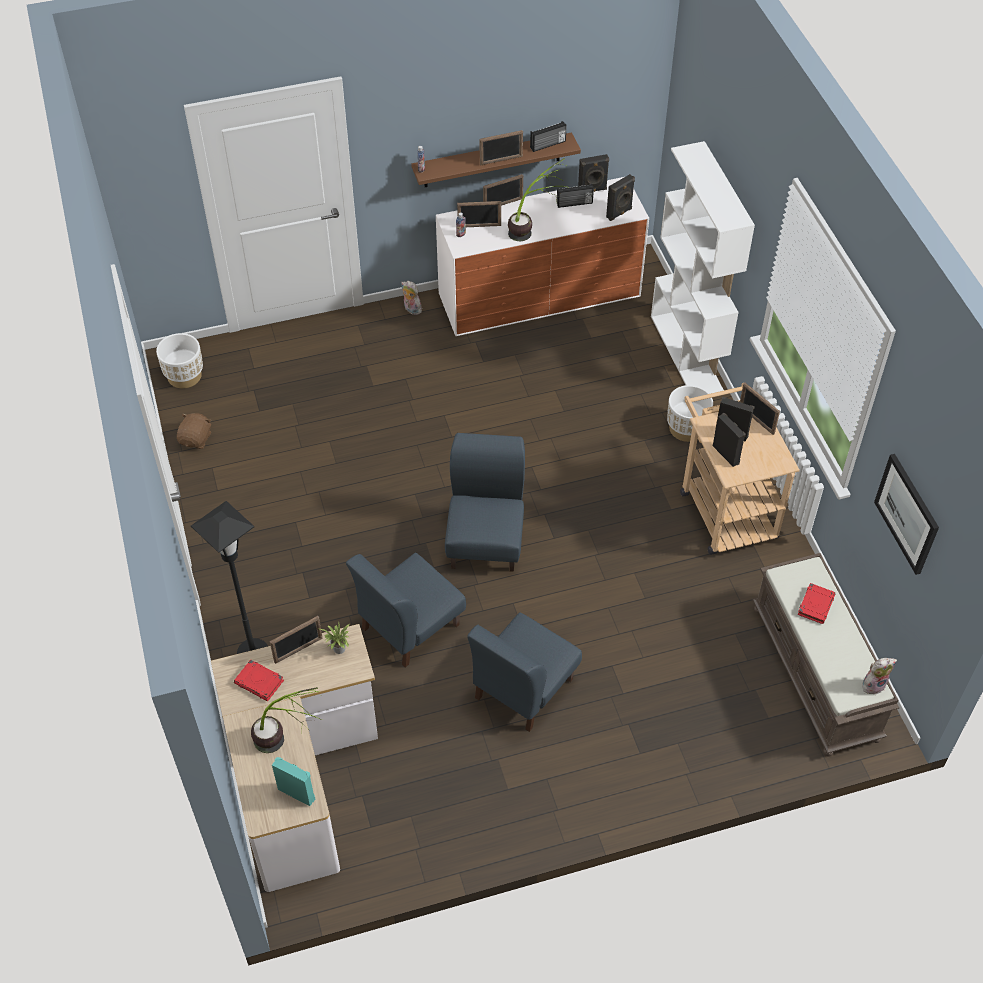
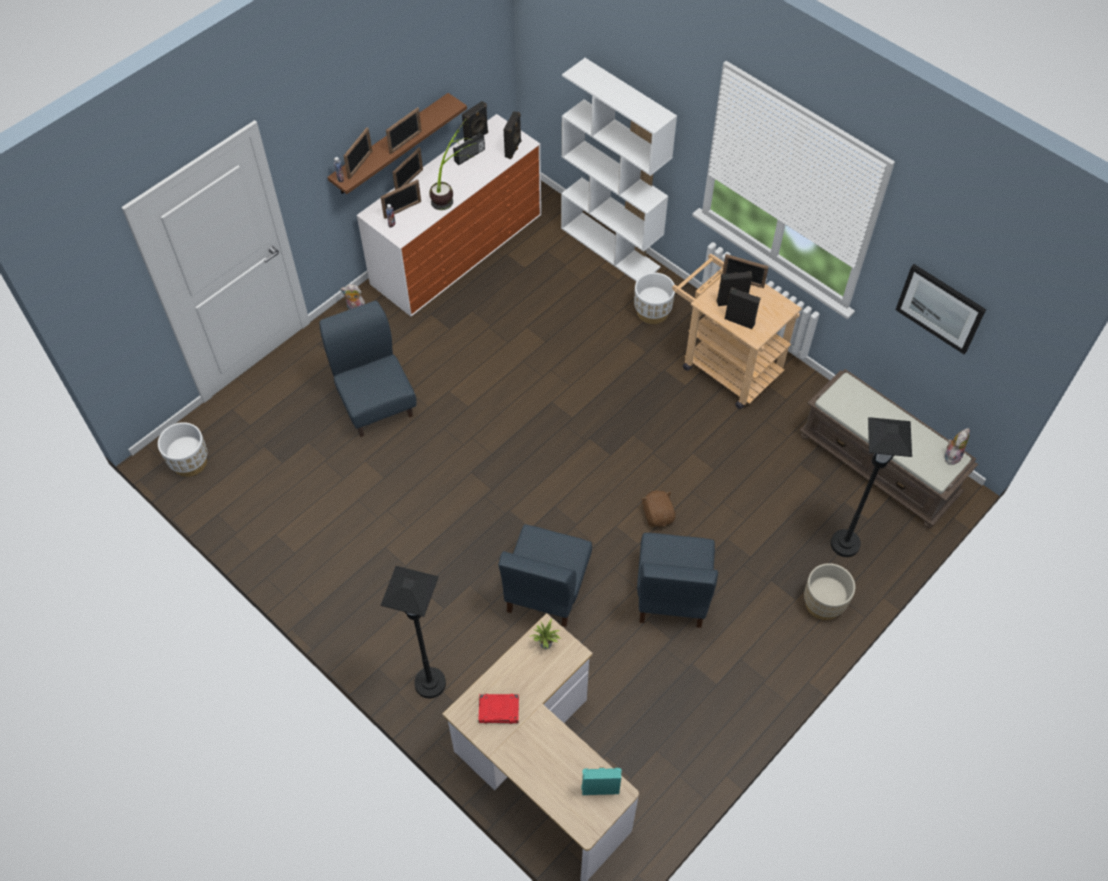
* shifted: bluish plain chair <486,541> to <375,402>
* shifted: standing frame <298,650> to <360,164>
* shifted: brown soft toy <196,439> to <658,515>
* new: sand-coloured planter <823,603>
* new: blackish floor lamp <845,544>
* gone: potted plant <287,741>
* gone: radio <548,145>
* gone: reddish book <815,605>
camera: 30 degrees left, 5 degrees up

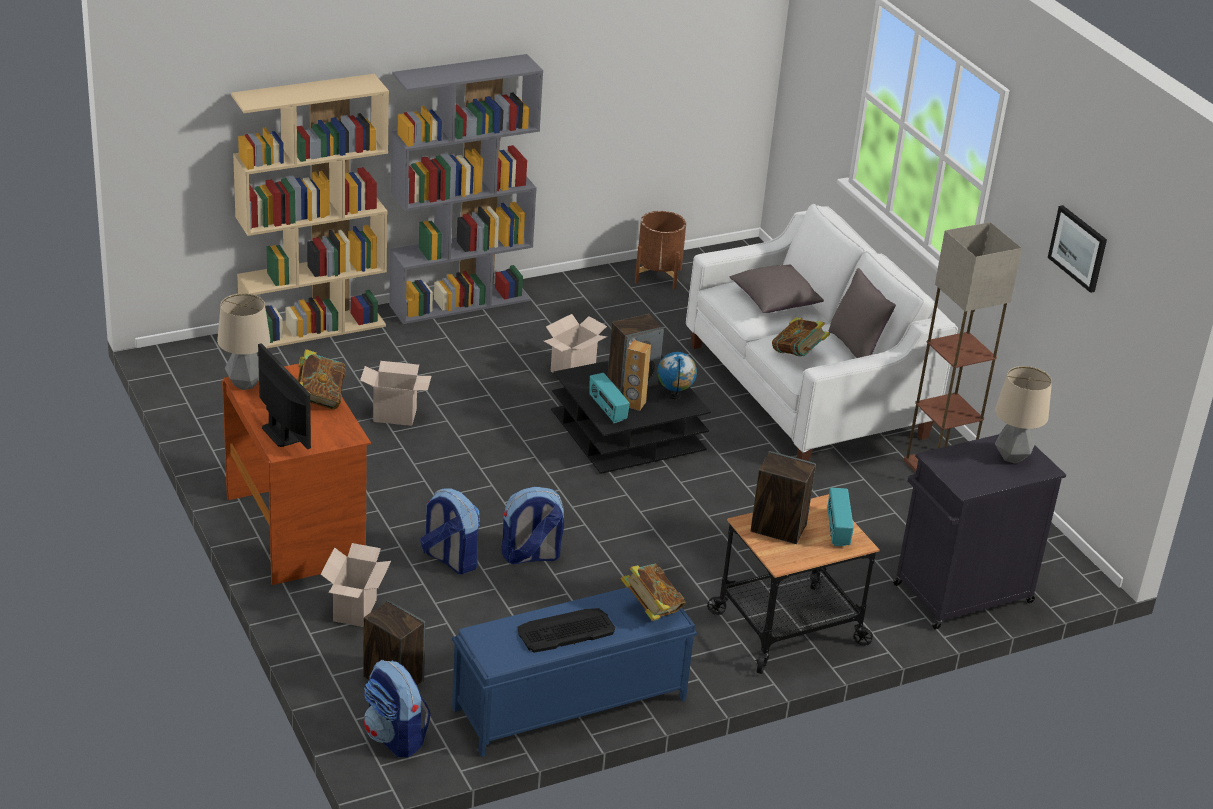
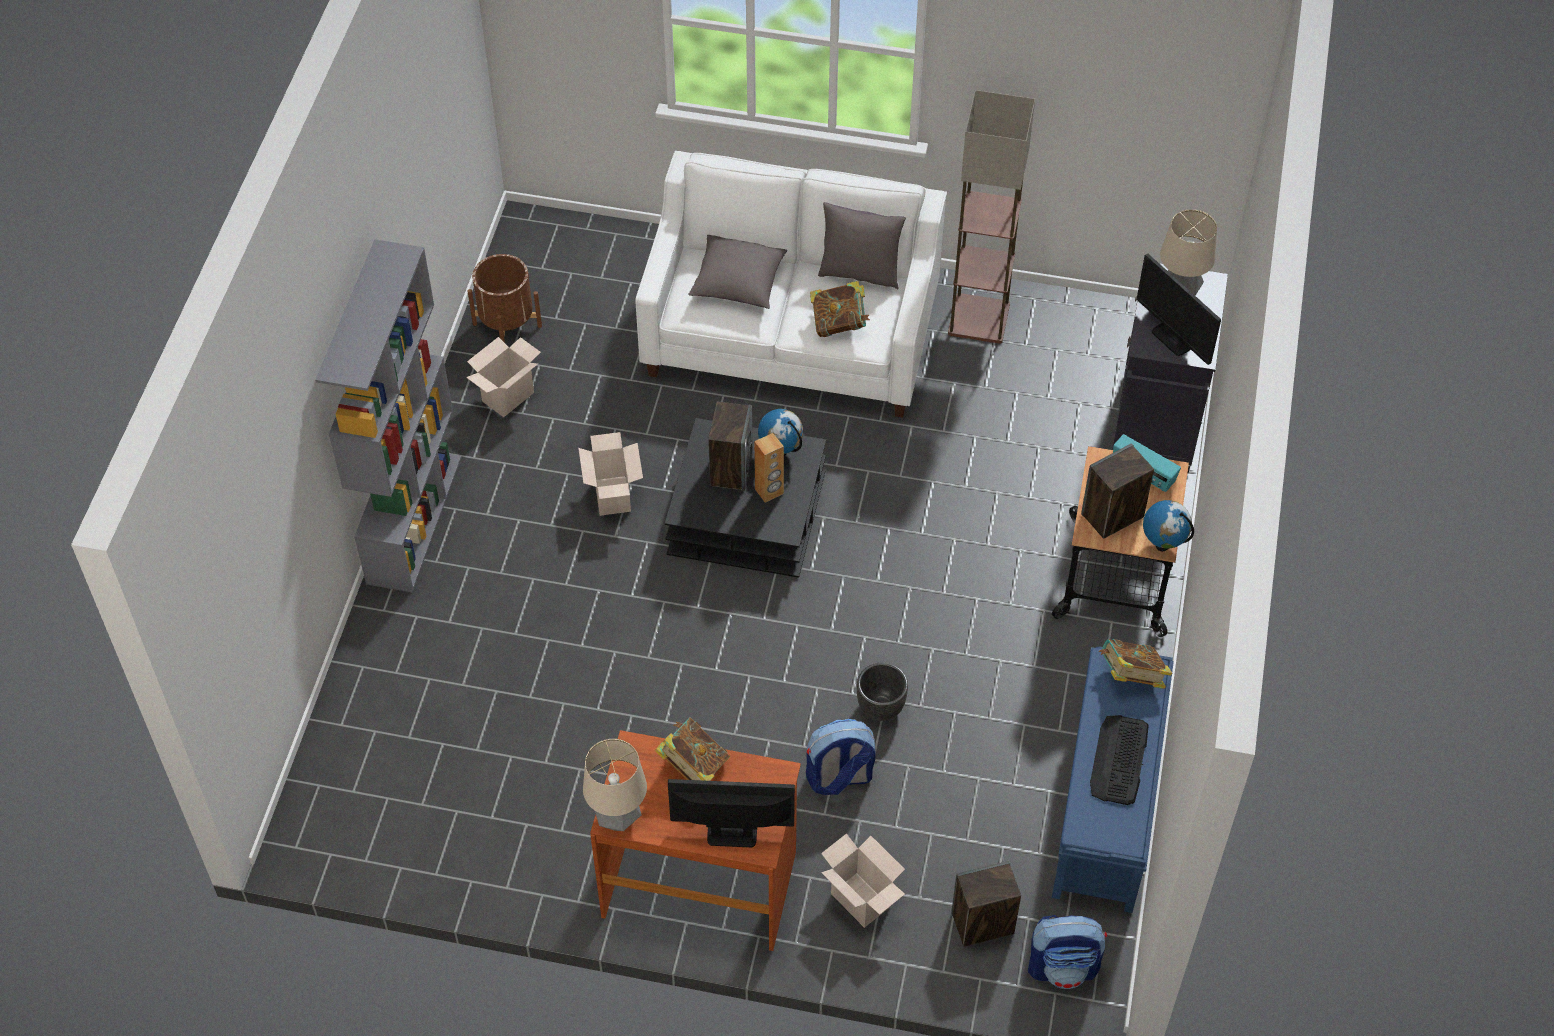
* shifted: cardboard box <396,415> to <508,395>
* swapped: knapsack <530,556> to blackish planter <881,709>
* new: computer display <1174,337>
* new: world globe <1162,545>
* gone: sand-coloured shelving unit <313,328>
* gone: radio <607,410>
* gone: picture <1078,248>
camera: 50 degrees left, 20 degrees up

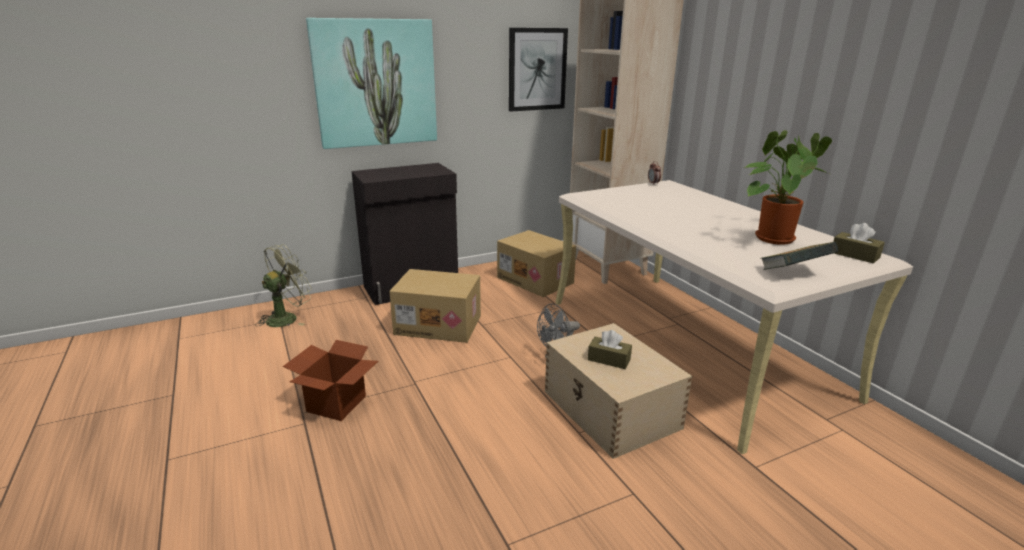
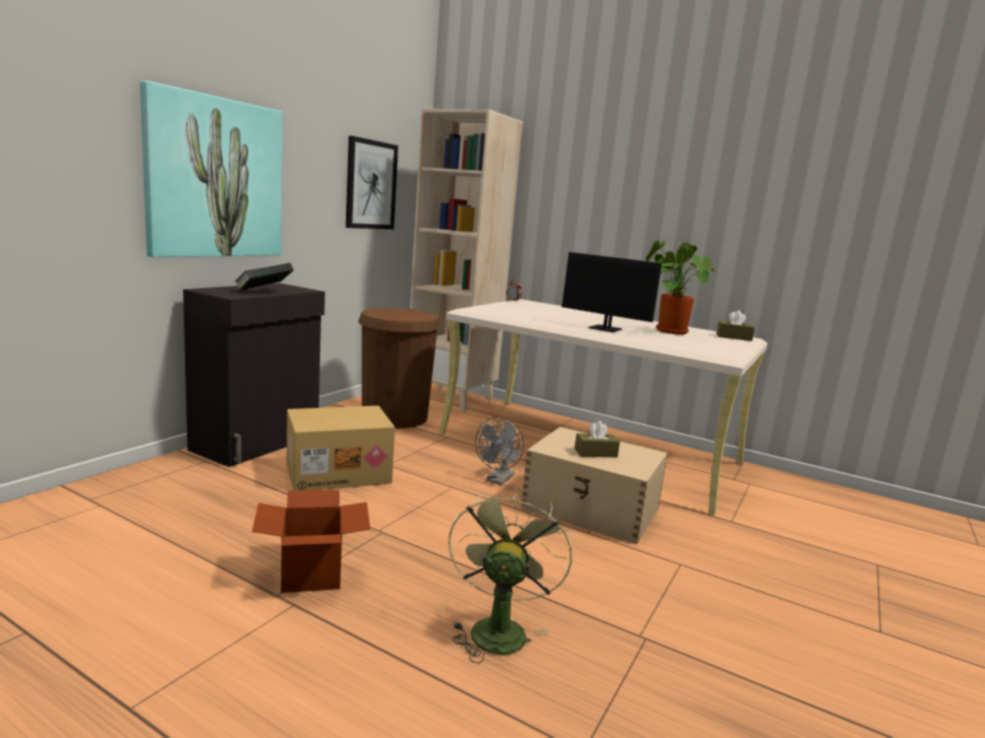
* shifted: book <793,273> to <264,292>
* swapped: cardboard box <536,280> to brown waste bin <394,417>
* shifted: green cooling fan <287,318> to <497,628>
* new: computer display <609,329>
camera: 35 degrees left, 10 degrees down

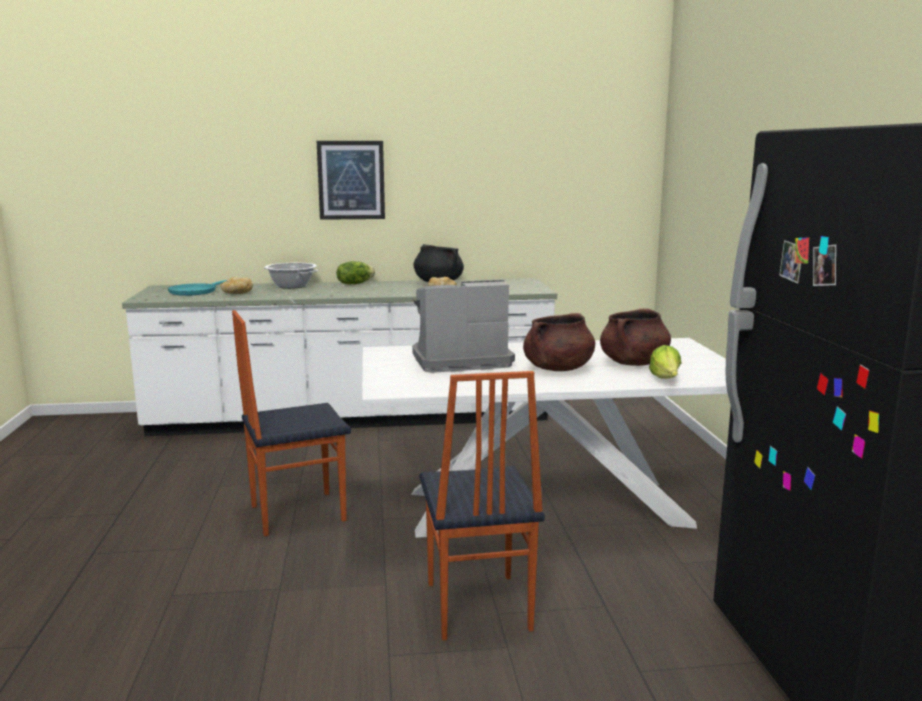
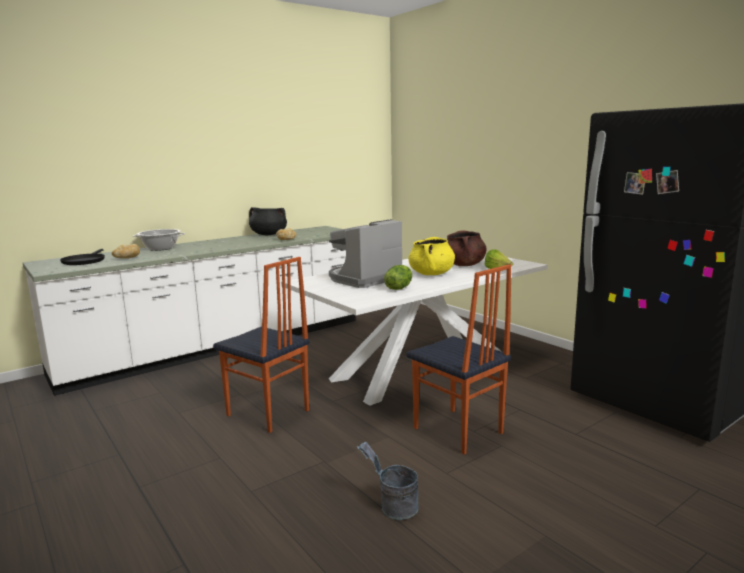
* repainted: turquoise frying pan <195,292> to blackish frying pan <84,261>
* rotated: plain chair <296,513> = <267,413> 90 degrees counterclockwise
* new: gray water bucket <393,507>
* shifted: lettuce <354,284> to <398,288>
* repainted: brown cooking pot <558,369> to yellowish cooking pot <431,274>
* gone: picture <351,180>
camera: 30 degrees left, 0 degrees up

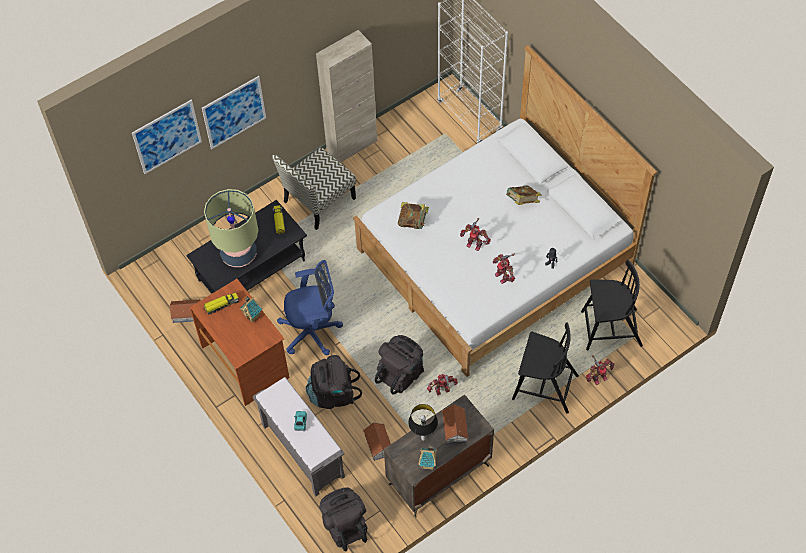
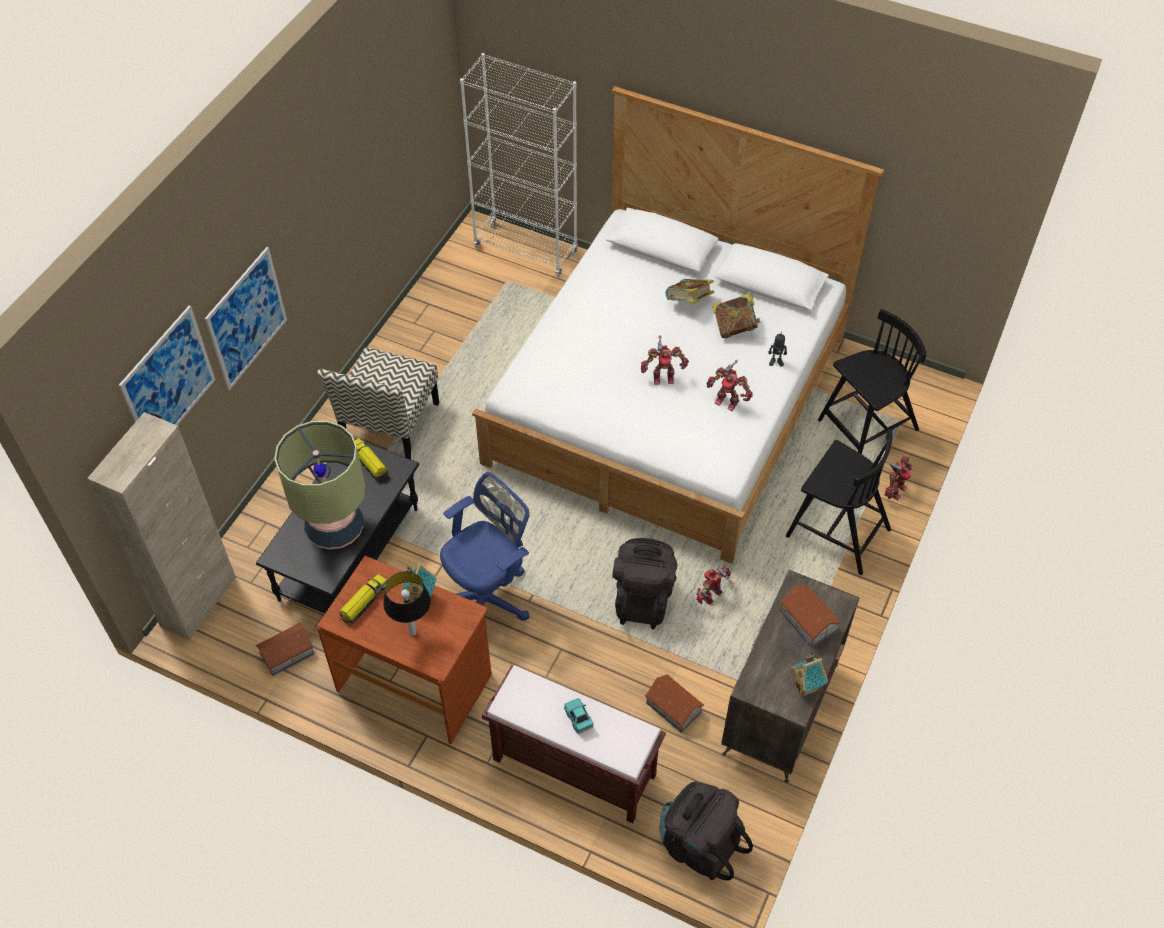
* shifted: sand-coloured cabinet <352,146> to <198,601>
* shifted: table lamp <423,438> to <412,633>
* repainted: gray long seat <302,450> to brown long seat <572,767>
* shifted: book <413,222> to <734,327>
* rotated: blackish plain chair <543,386> = <836,531> 45 degrees clockwise
* gone: blackish knapsack <333,394>
camera: 30 degrees left, 5 degrees down

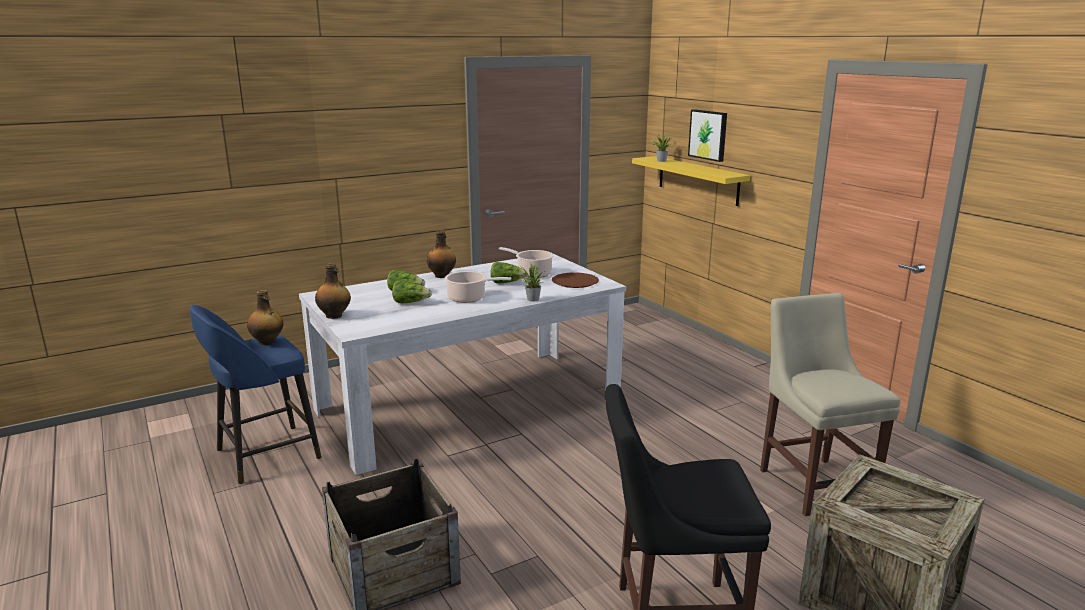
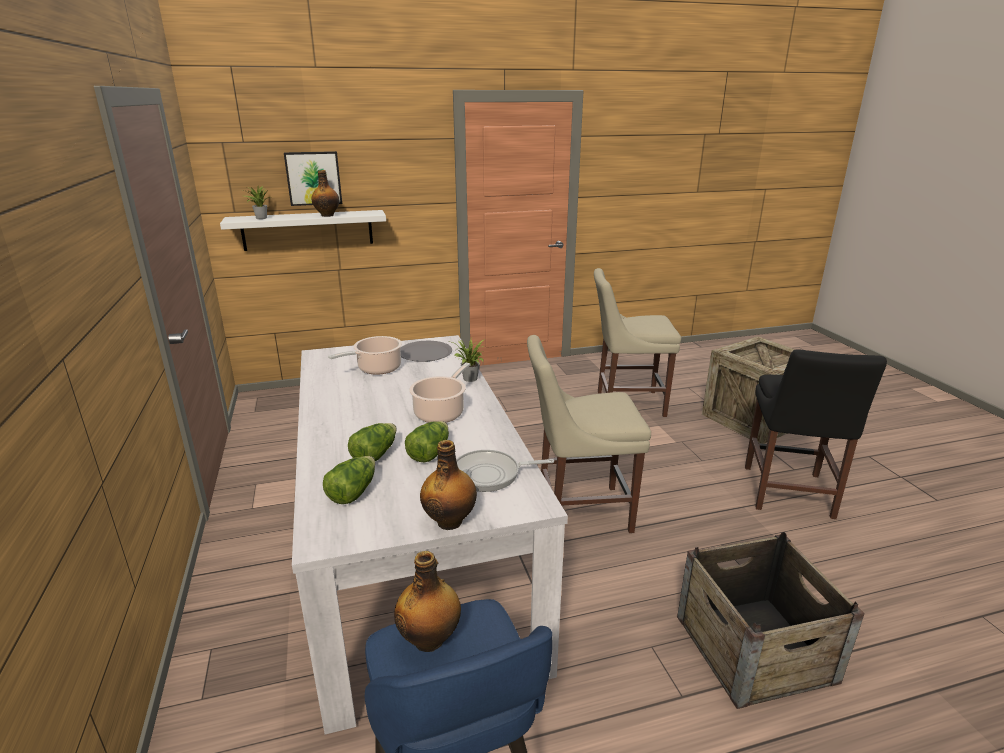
* repainted: yellowish shelf <698,180> to white-coloured shelf <308,230>
* shifted: drink bottle <442,276> to <327,215>
* shifted: lettuce <507,282> to <353,492>
* repainted: brown dinner plate <575,281> to gray dinner plate <425,352>
* new: frying pan <490,474>
* new: sand-coloured plain chair <578,511>
camera: 75 degrees left, 5 degrees up

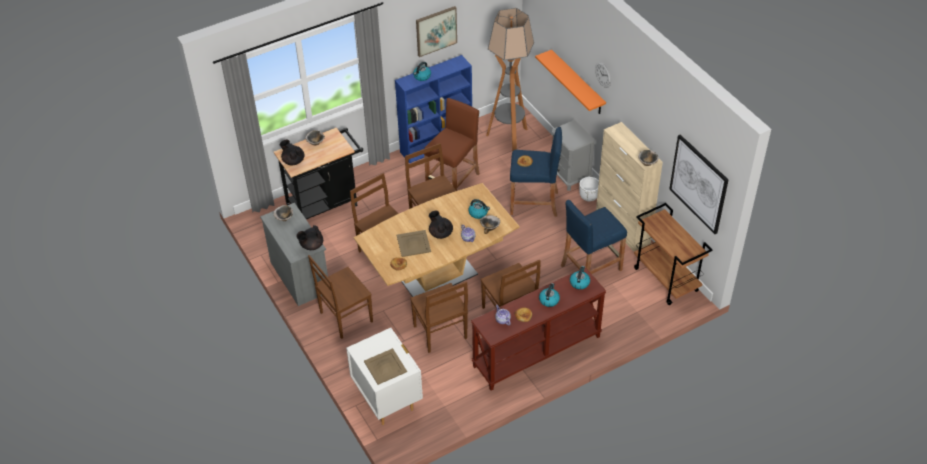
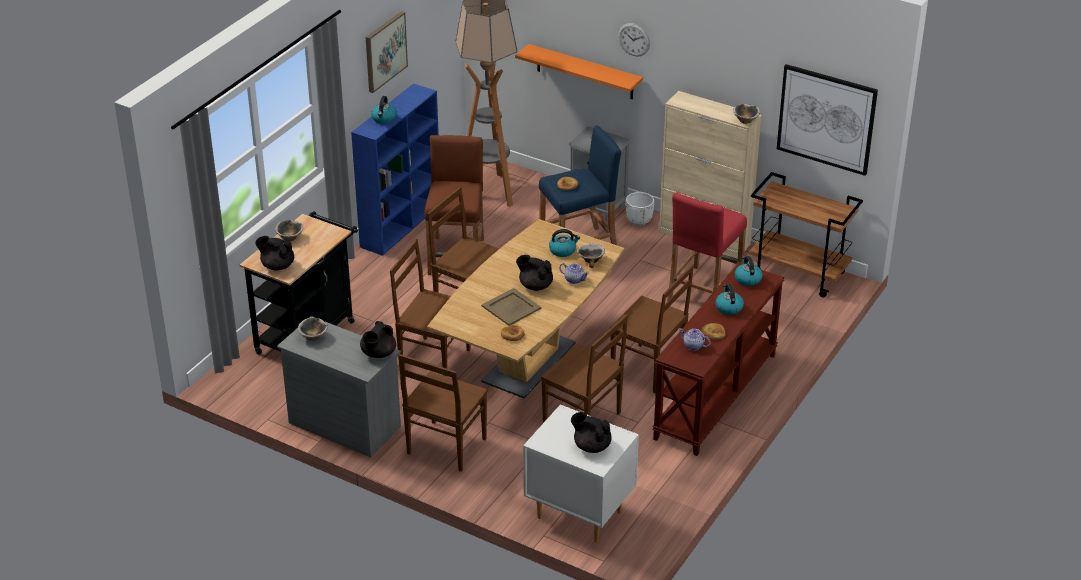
* swapped: sand-coloured tray <385,366> to blackish tea pot <591,446>
* repainted: bluish stool seat <591,267> to reddish stool seat <703,290>
camera: 30 degrees left, 10 degrees down

